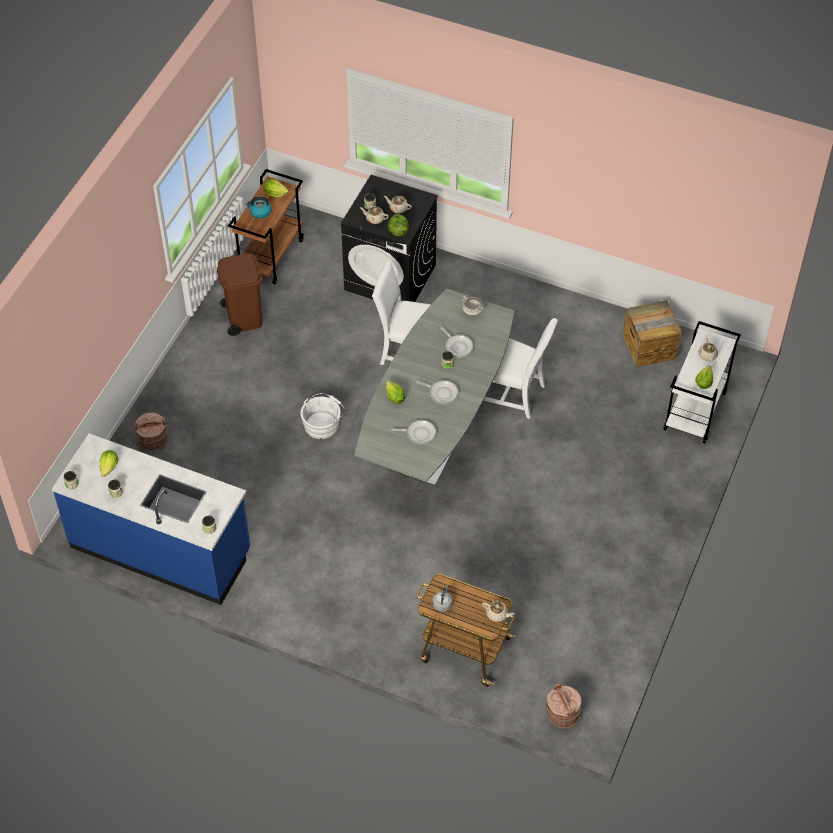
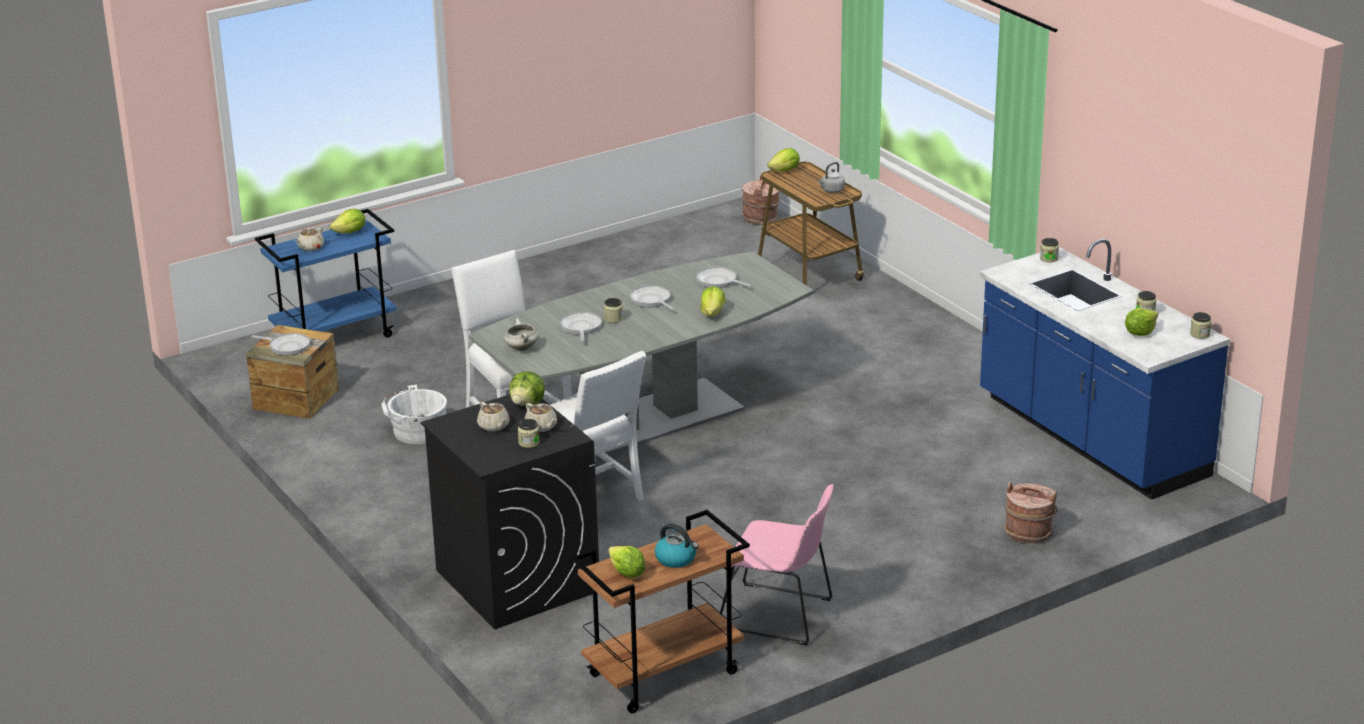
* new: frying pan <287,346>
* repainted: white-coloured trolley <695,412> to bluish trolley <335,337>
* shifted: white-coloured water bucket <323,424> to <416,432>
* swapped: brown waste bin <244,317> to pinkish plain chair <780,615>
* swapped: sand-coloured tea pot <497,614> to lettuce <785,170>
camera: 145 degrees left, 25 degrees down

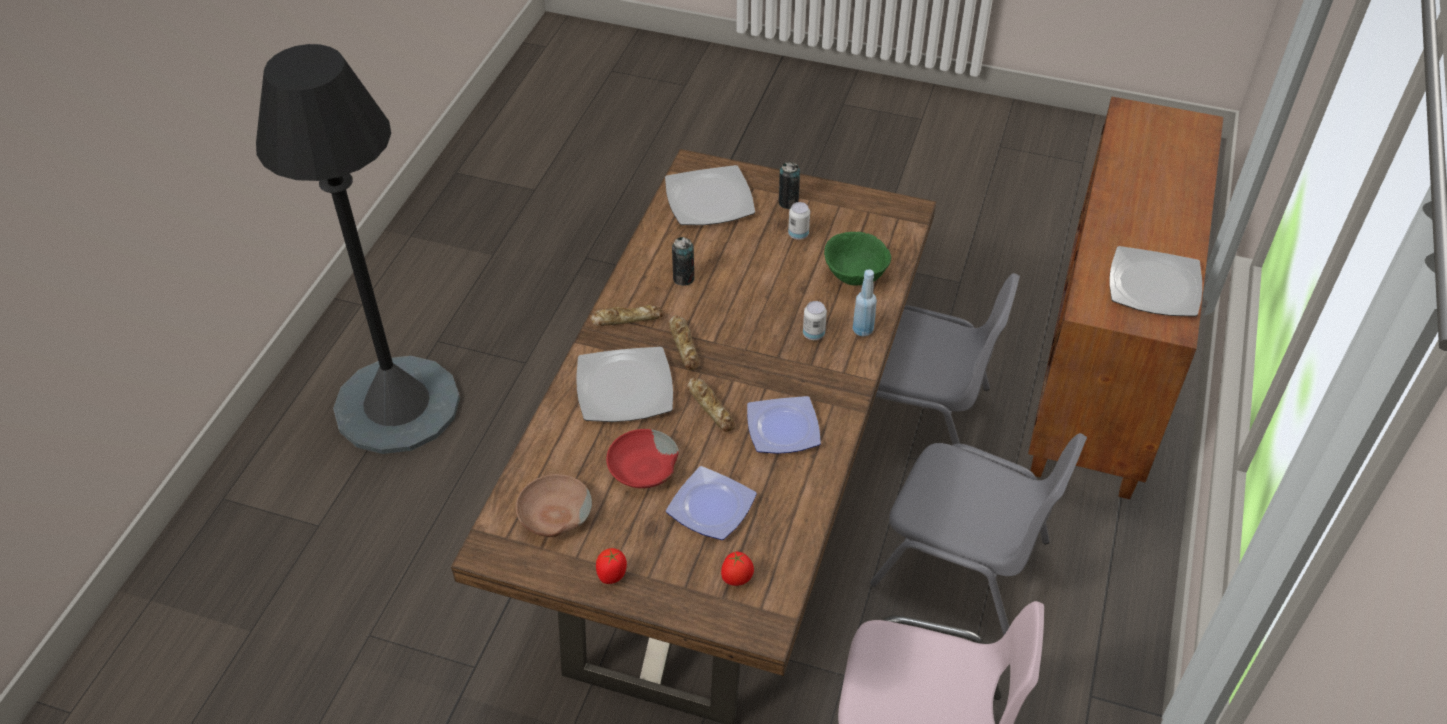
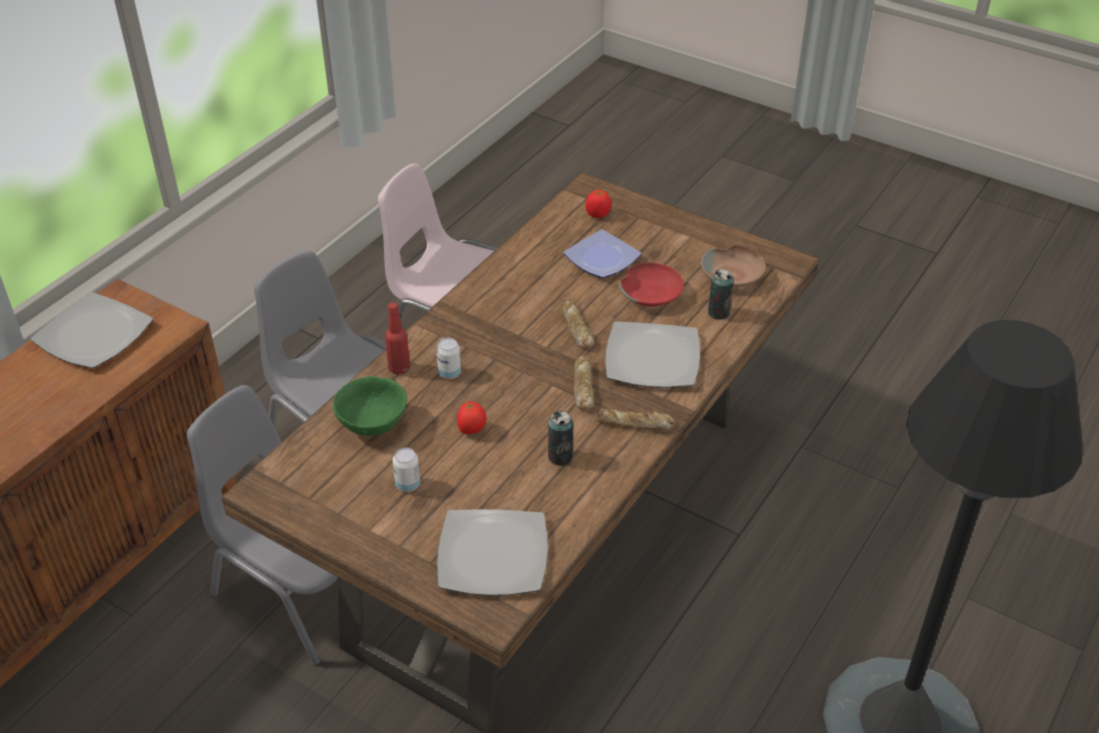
* repainted: bluish drink bottle <863,330> to reddish drink bottle <399,368>
* shifted: fresh tomato <612,575> to <472,430>
* shifted: can <788,202> to <718,313>
* gone: dinner plate <781,428>
camera: 165 degrees left, 5 degrees down

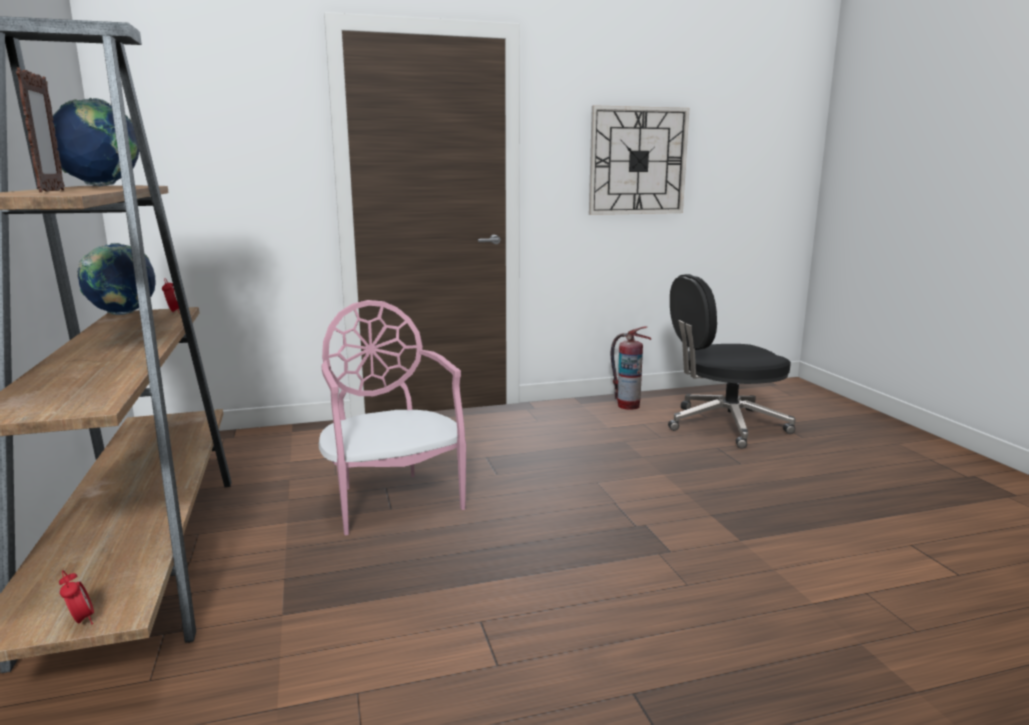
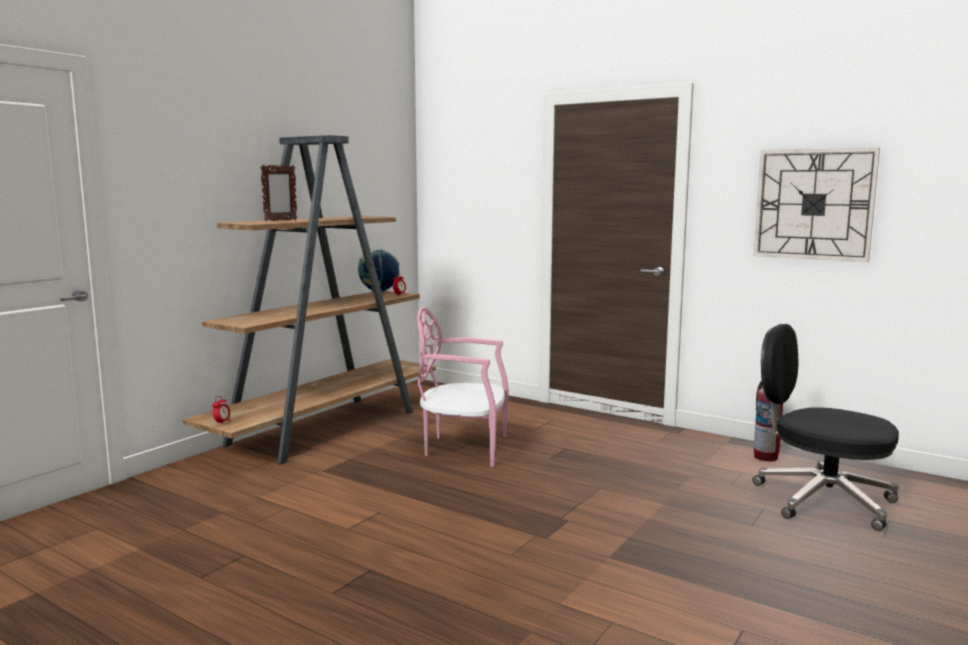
* rotated: pinkish plain chair <393,499> = <464,448> 105 degrees counterclockwise
* gone: world globe <102,186>
camera: 50 degrees right, 5 degrees down

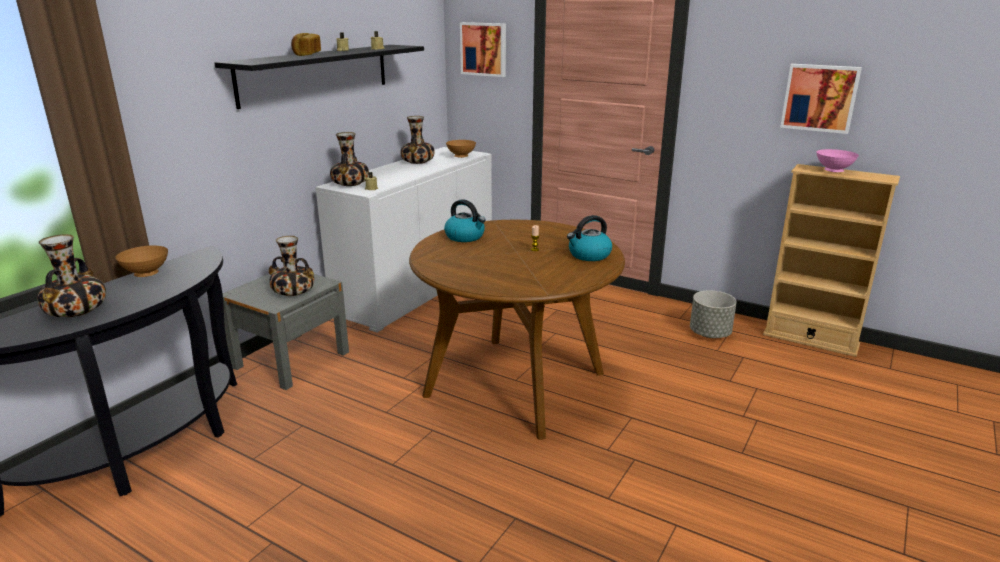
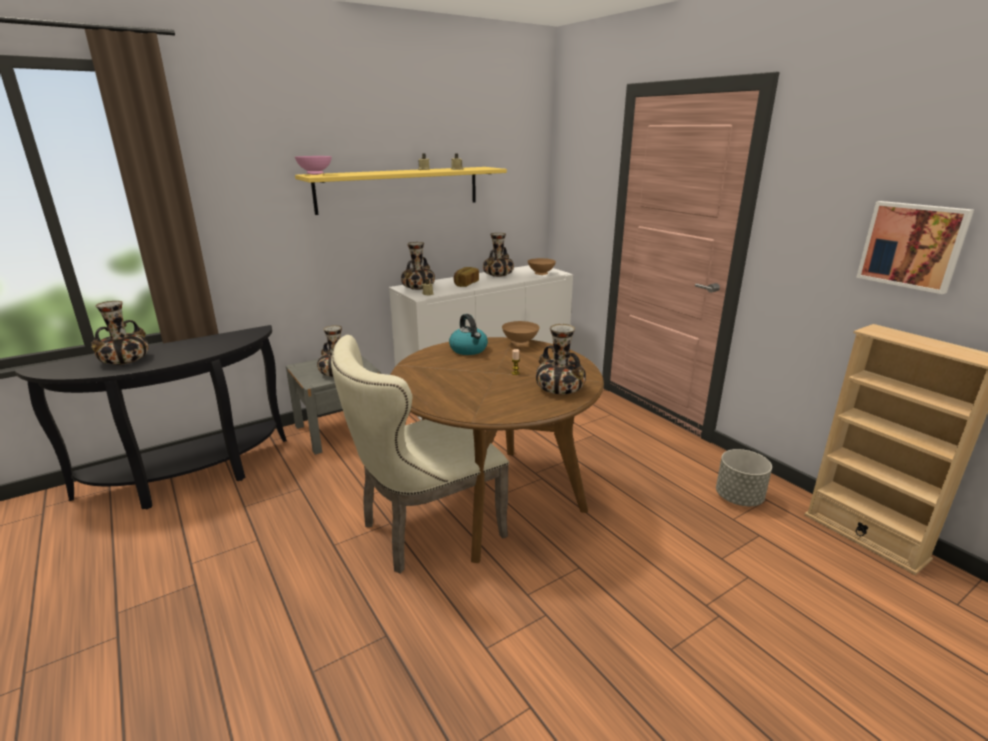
* shifted: pinkish bowl <832,171> to <315,174>
* repainted: blackish shelf <316,74> to yellowish shelf <400,189>
* new: sand-coloured plain chair <424,530>
* shifted: bakery bread <306,54> to <465,284>
* shifted: brown bowl <146,274> to <520,343>
* swapped: water kettle <589,255> to vase <560,389>
* gone: picture <484,49>
camera: 25 degrees right, 0 degrees up

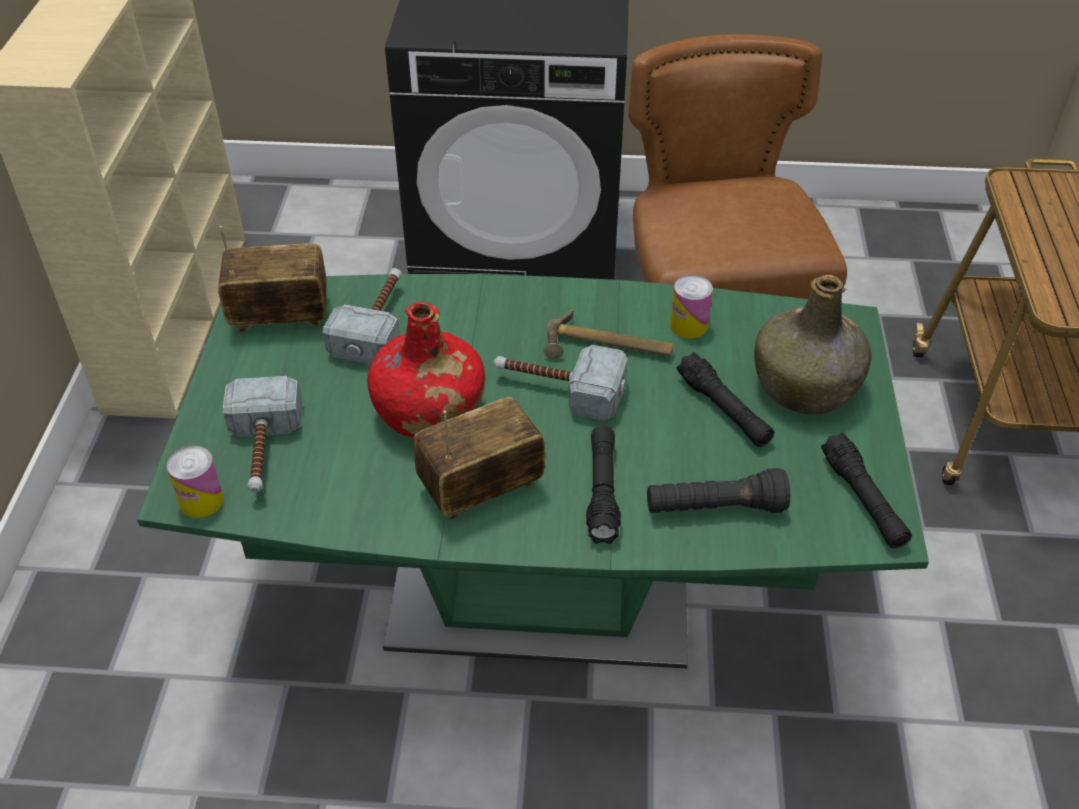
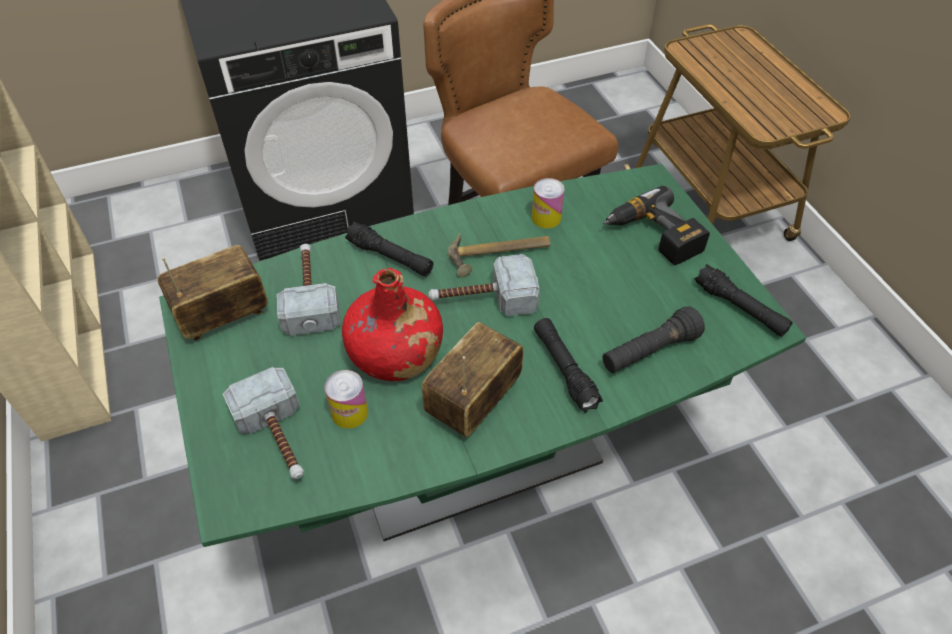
* shifted: can <201,501> to <349,413>
* shifted: blackish torch <723,410> to <390,257>
* swapped: green drink bottle <806,386> to power drill <652,237>
camera: 25 degrees left, 5 degrees up

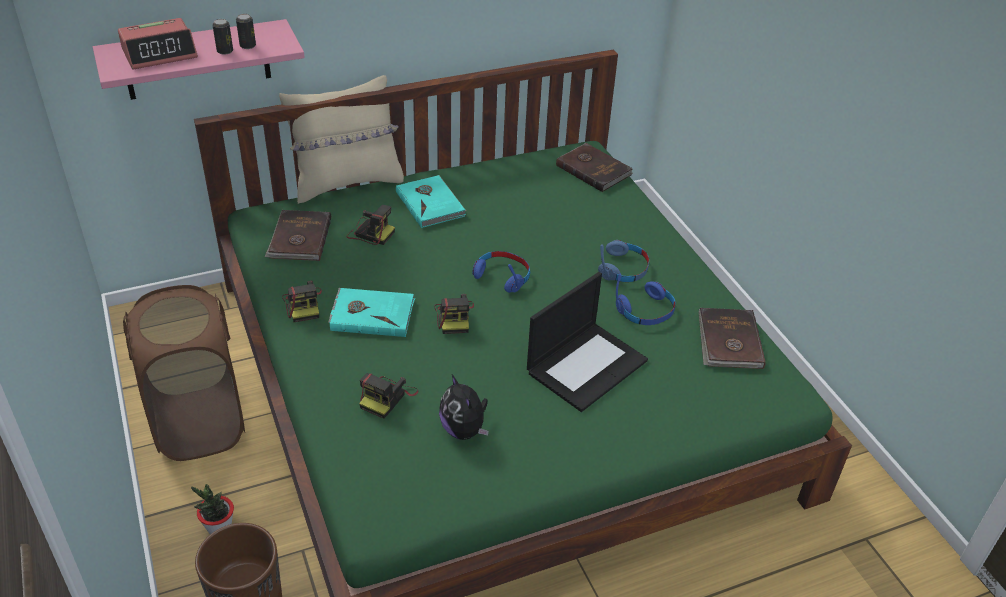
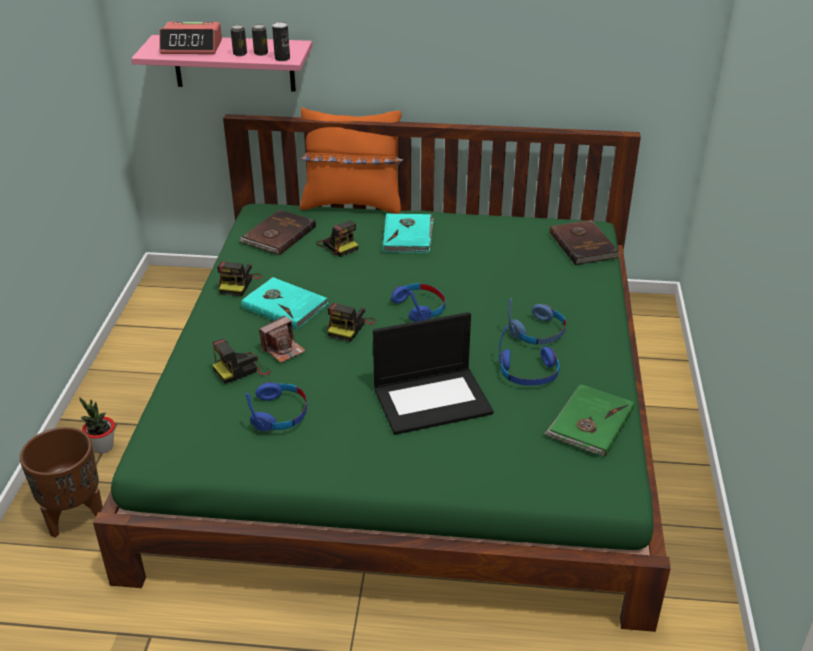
* swapped: soft toy <464,430> to bluish headset <280,413>
* new: photo camera <283,350>
* new: can <282,58>
* repainted: sand-coloured pillow <347,183> to orange-coloured pillow <352,204>
* repainted: brown book <728,341> to green book <589,423>
* gone: brown hamper <199,424>
camera: 30 degrees right, 5 degrees down

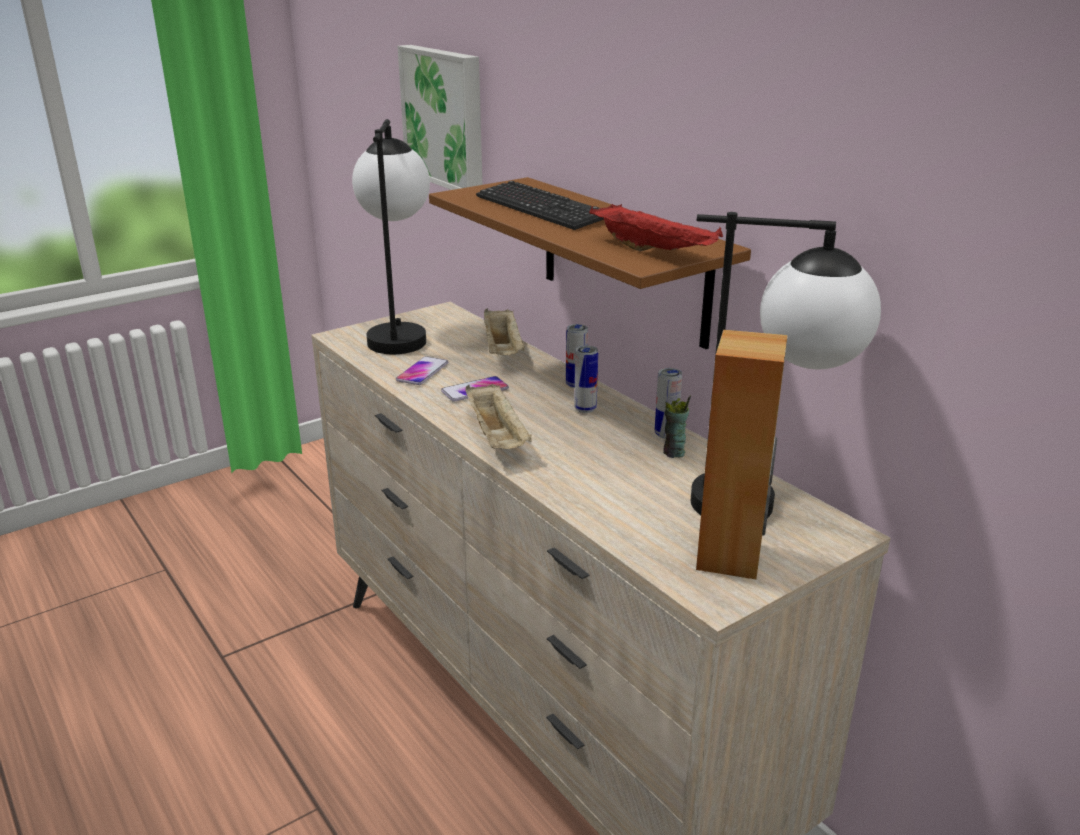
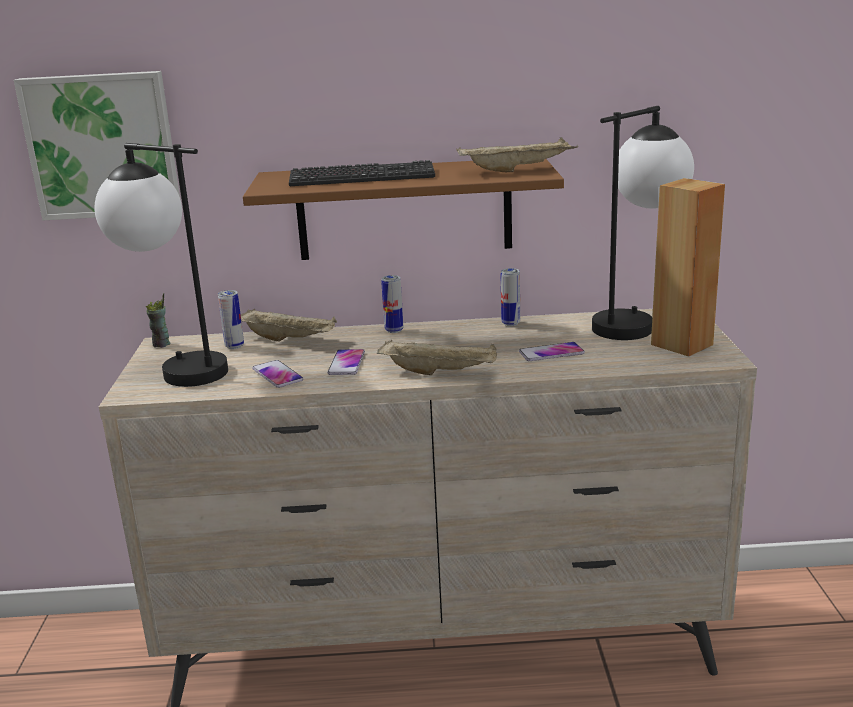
* shifted: cup <674,453> to <161,344>
* shifted: can <585,409> to <234,346>
* repainted: reddish tray <654,251> to sand-coloured tray <518,170>
* new: telephone <551,353>
camera: 55 degrees left, 5 degrees down

